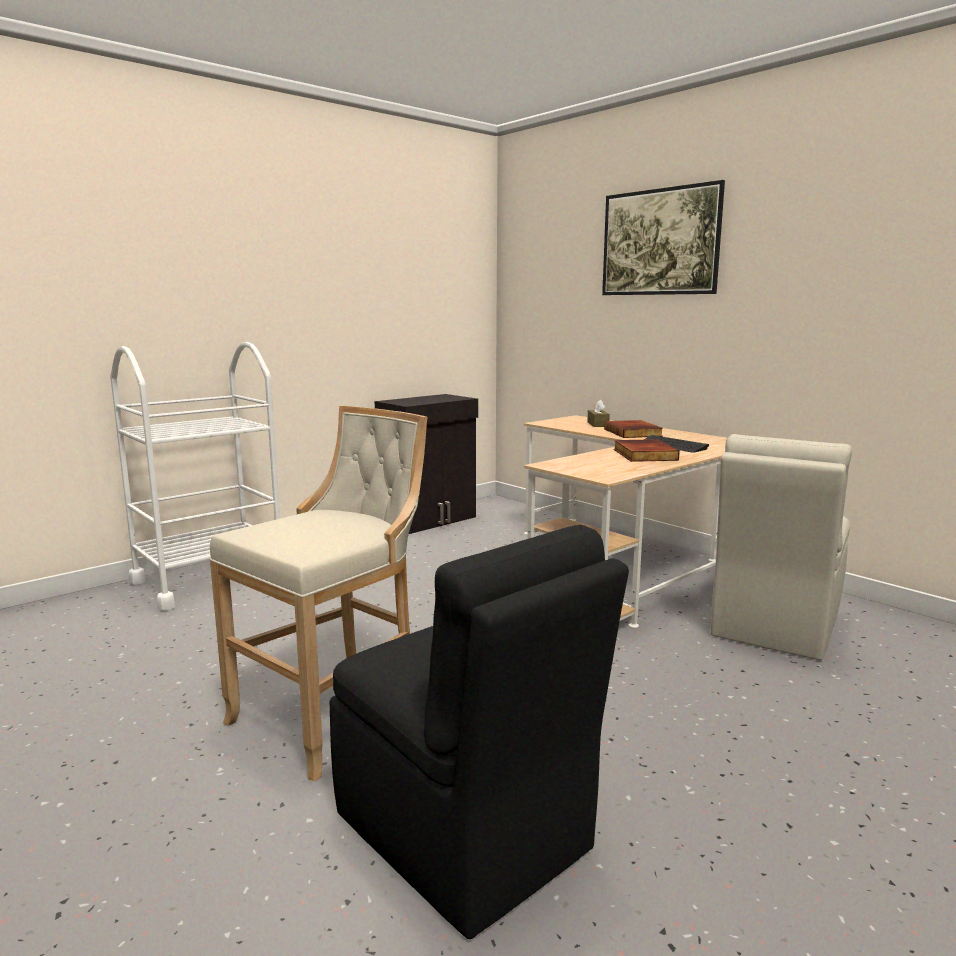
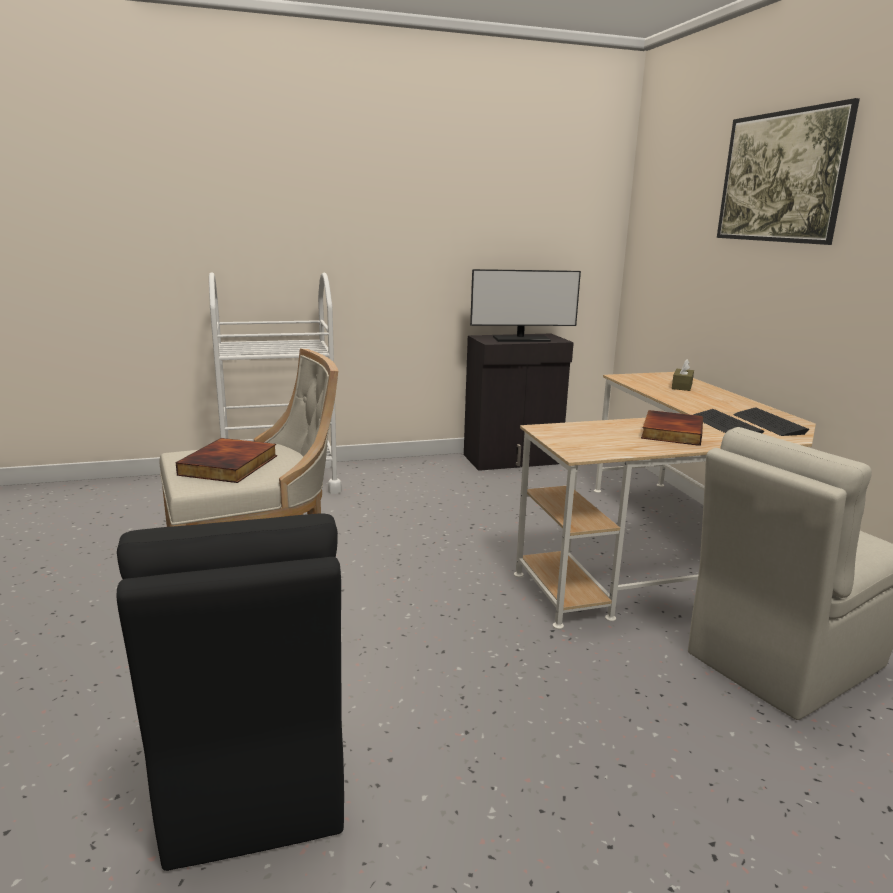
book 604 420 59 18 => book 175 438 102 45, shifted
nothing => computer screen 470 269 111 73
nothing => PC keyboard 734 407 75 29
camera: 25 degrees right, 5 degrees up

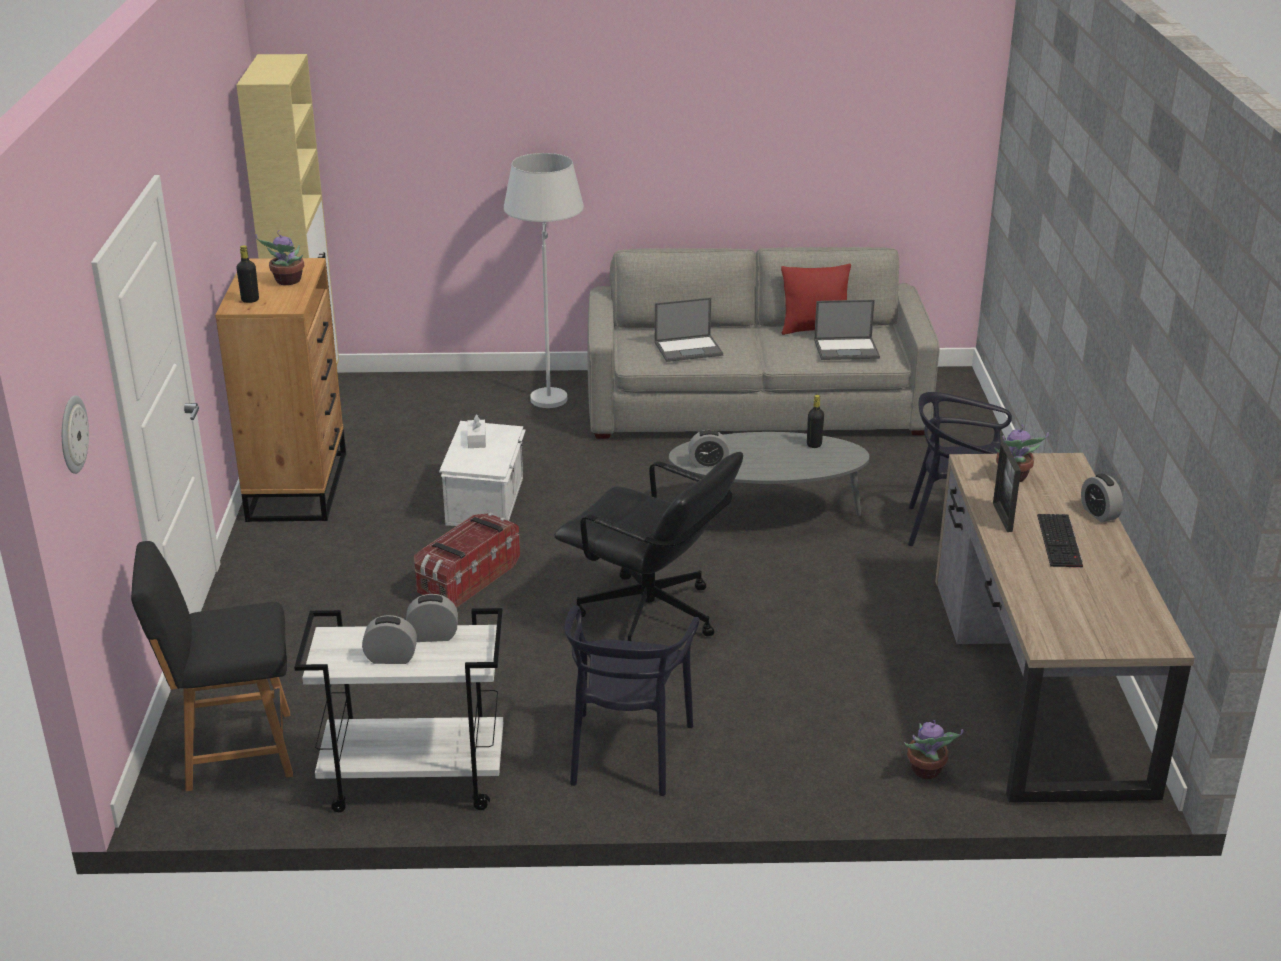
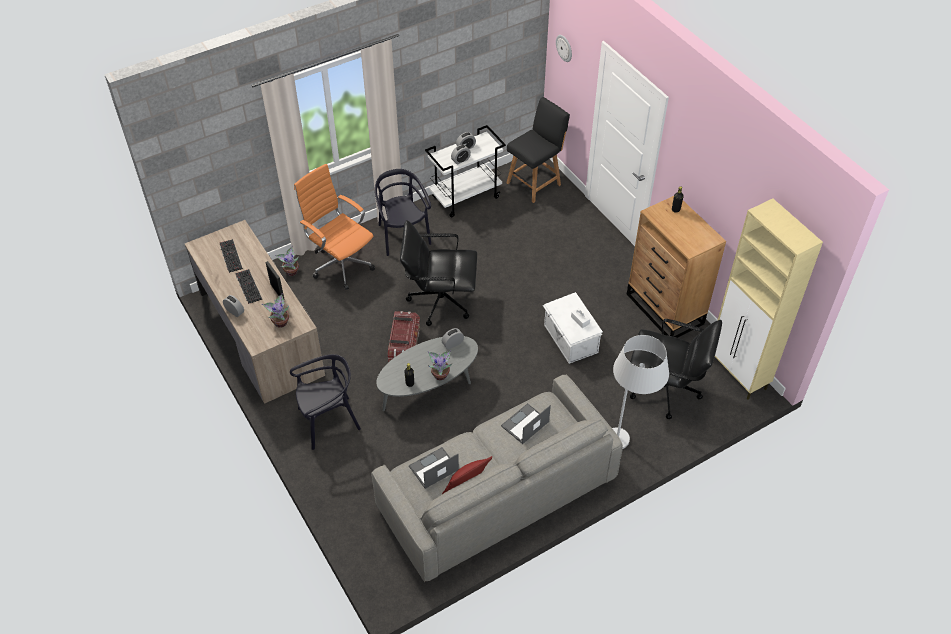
nothing => PC keyboard 220 239 23 34
nothing => orange desk chair 294 164 81 126
storage container 414 513 106 95 => storage container 388 311 32 52, shifted
houseplant 255 230 49 55 => houseplant 428 350 24 30, shifted
nothing => black desk chair 630 319 92 100
camera: 150 degrees right, 20 degrees up

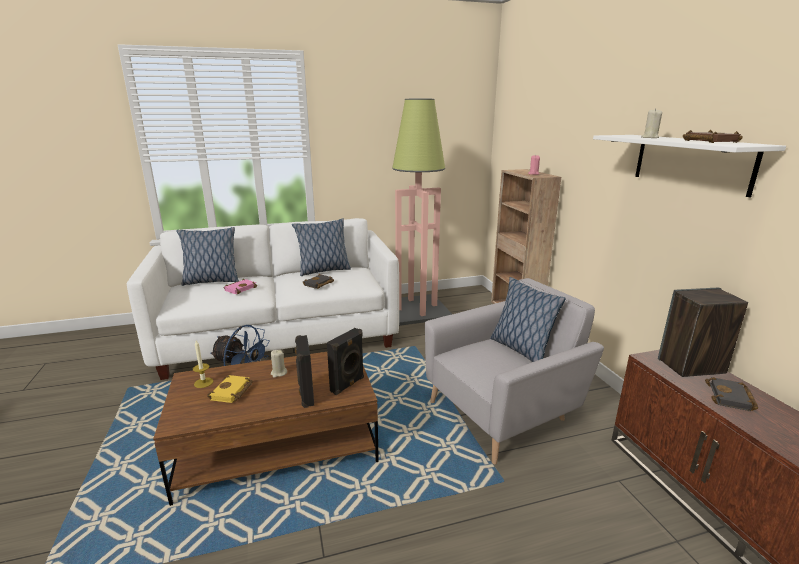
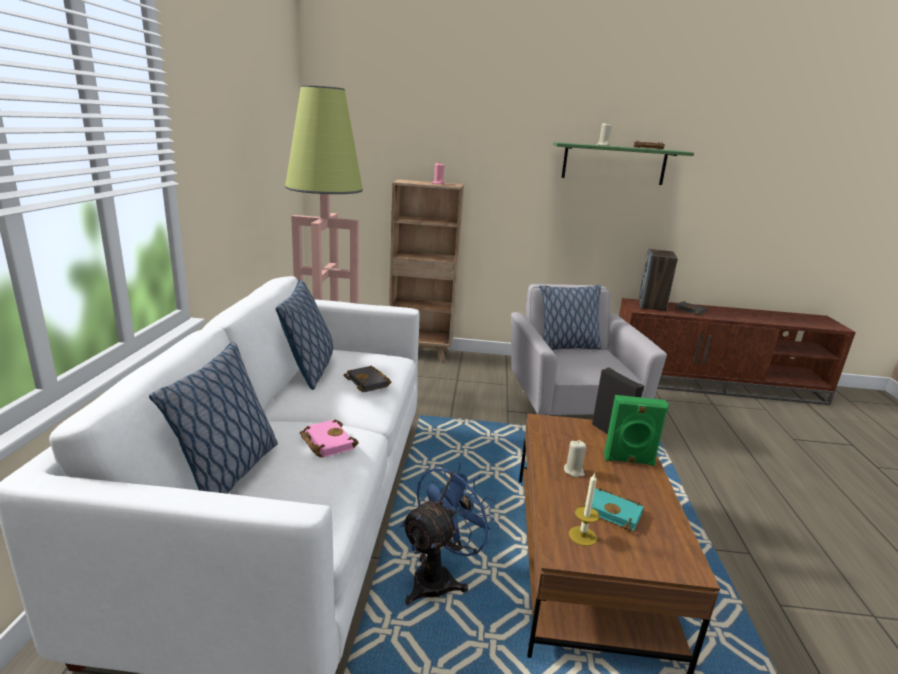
white shelf 593 135 193 62 => green shelf 553 142 141 43
yellowish book 207 375 46 28 => blue-green book 585 488 59 44
black loudspeaker 295 335 19 73 => green loudspeaker 604 395 65 71
camera: 70 degrees left, 0 degrees up

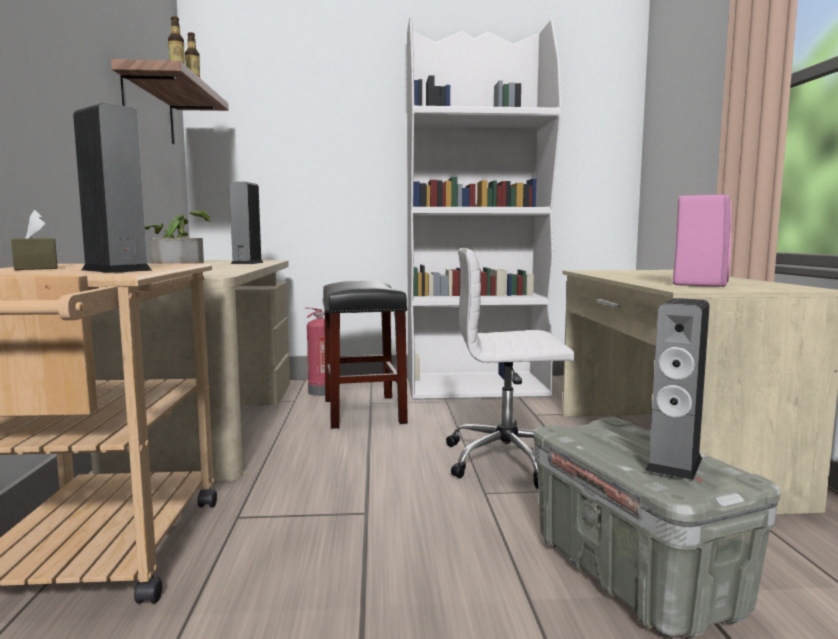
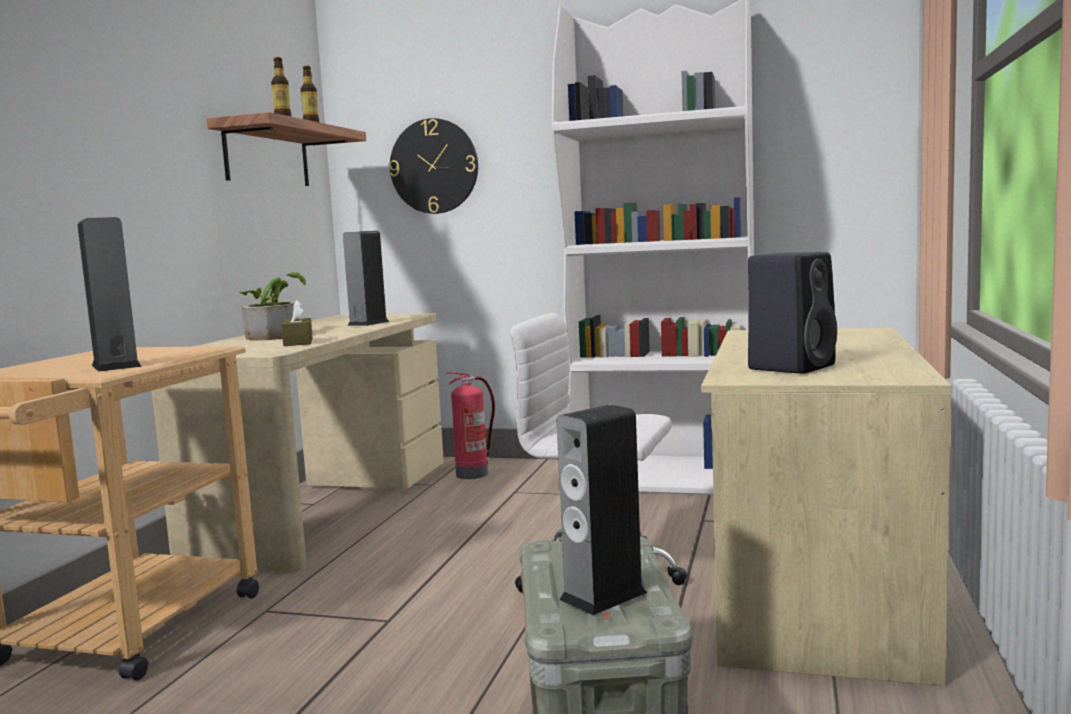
brownish tissue holder 11 210 47 60 => brownish tissue holder 281 300 32 46, shifted
nothing => hanging clock 389 118 89 96
pink loudspeaker 673 195 58 92 => black loudspeaker 748 252 89 122
black stool 322 281 86 148 => nothing
camera: 20 degrees right, 0 degrees up

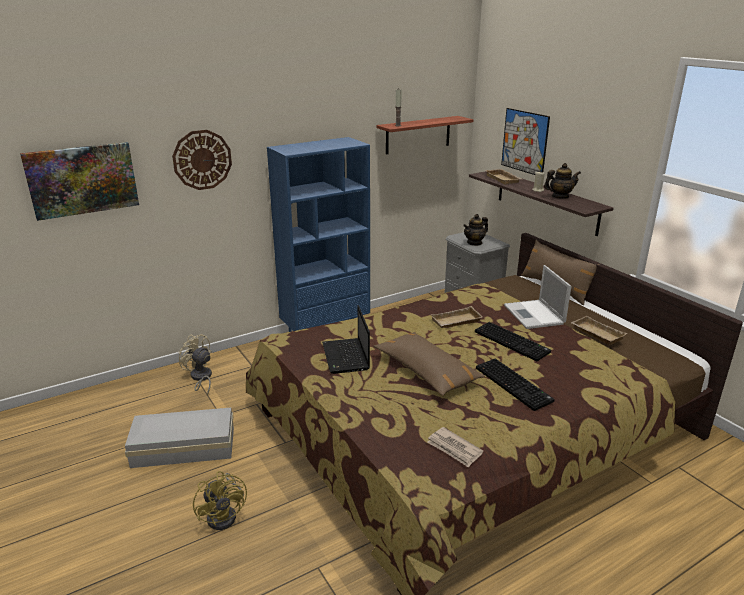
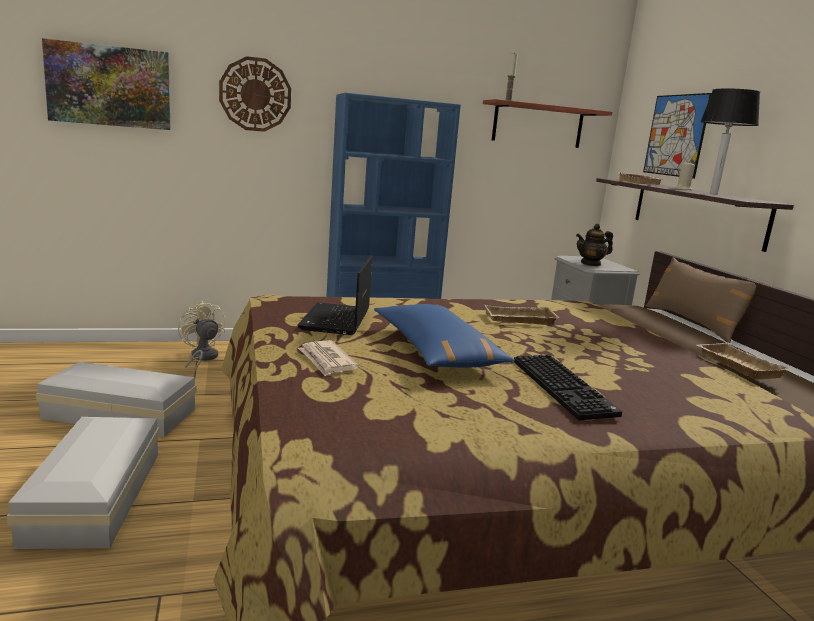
yellowish fan 193 471 54 59 => white storage container 7 417 152 132
daily paper 427 427 56 41 => daily paper 298 340 61 36, shifted
brownish cushion 373 332 112 64 => bluish cushion 374 304 141 64
tea pot 544 163 37 36 => lamp for a table 700 88 60 107
PC keyboard 475 322 76 39 => nothing
portable computer 504 265 67 64 => nothing
camera: 15 degrees right, 10 degrees down

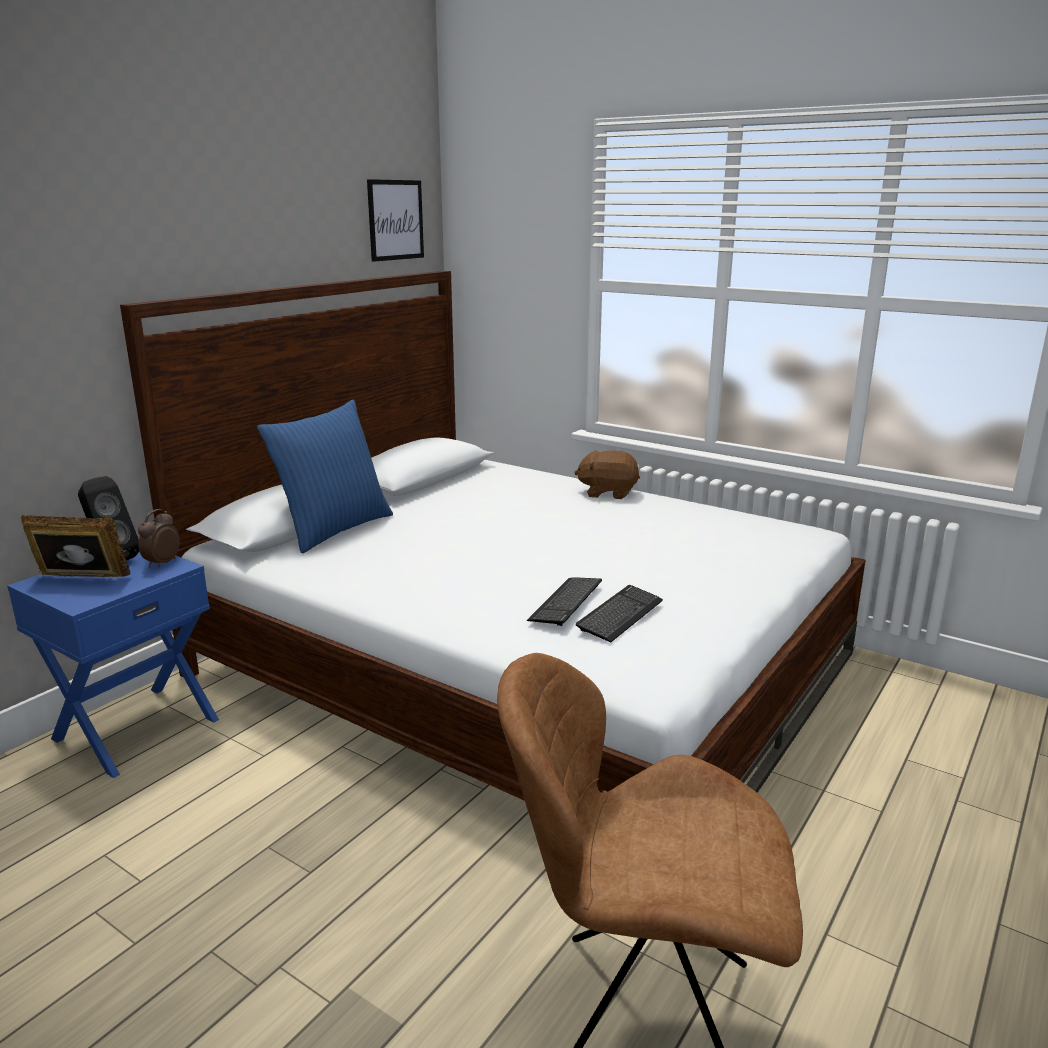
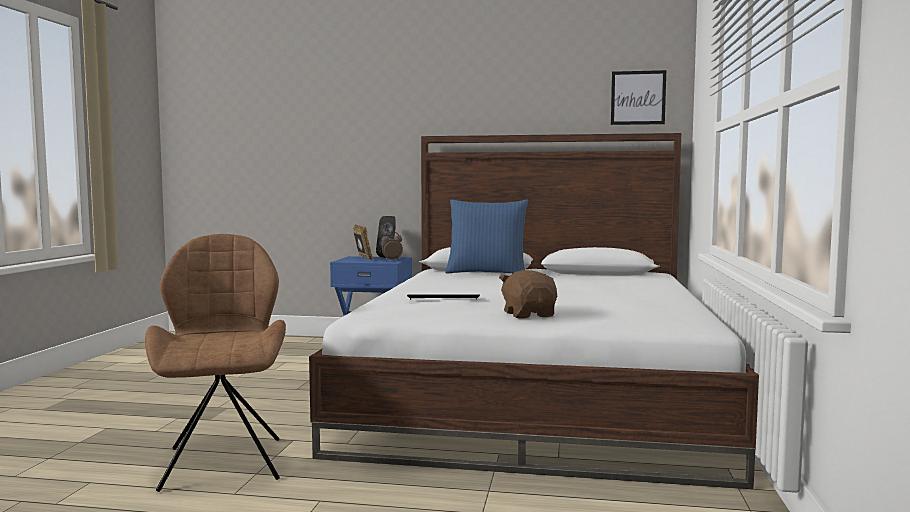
brownish cuddly toy 574 450 66 49 => brownish cuddly toy 499 270 58 49, shifted
PC keyboard 576 585 87 57 => nothing
camera: 65 degrees right, 15 degrees down

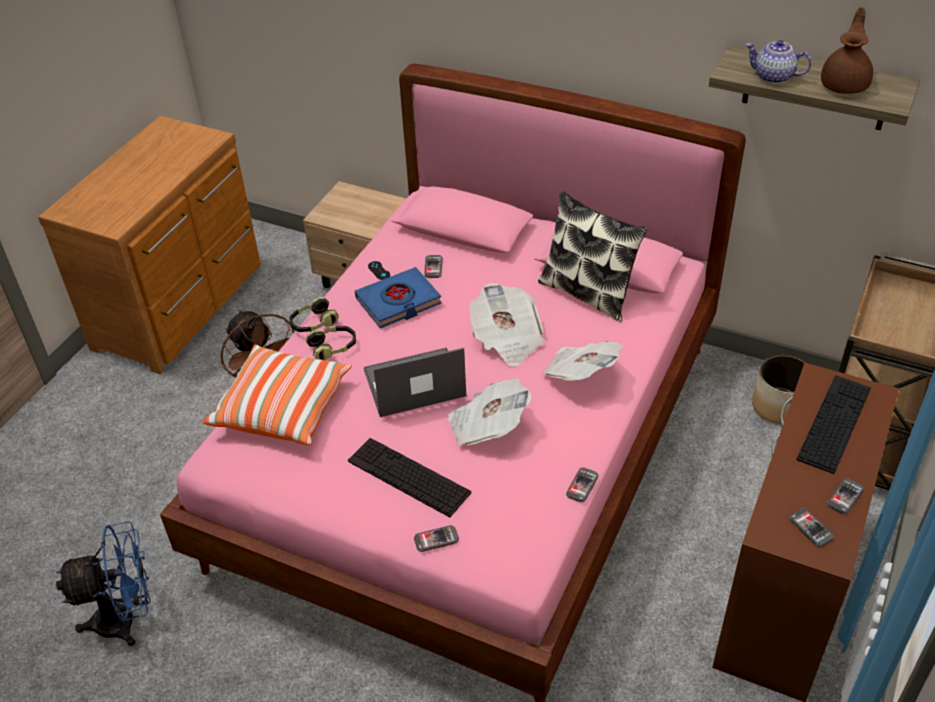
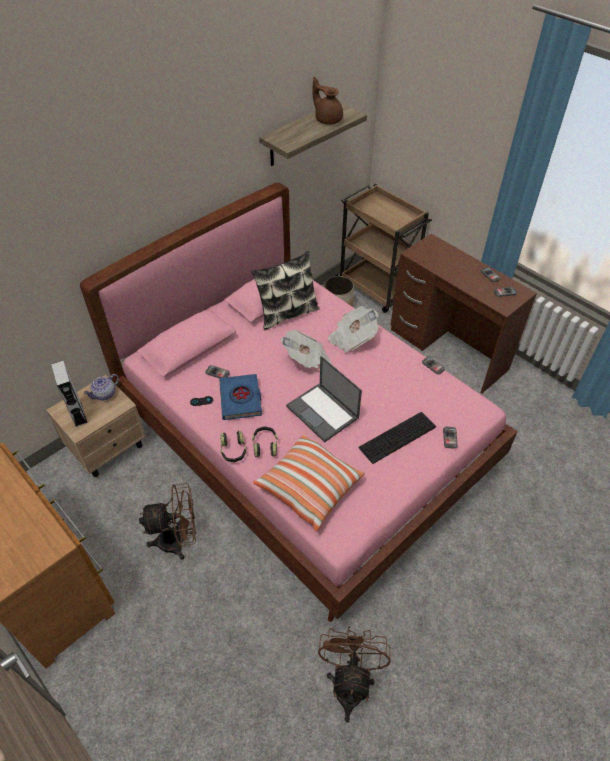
nothing => grey loudspeaker 51 361 37 66
tea pot 745 40 67 44 => tea pot 84 374 35 26, shifted
portable computer 364 347 102 70 => portable computer 286 356 76 86, 45 degrees counterclockwise
bluish fan 56 521 95 125 => brownish fan 318 627 72 96
daily paper 448 378 84 68 => nothing
PC keyboard 796 375 75 99 => nothing
camera: 70 degrees left, 5 degrees up

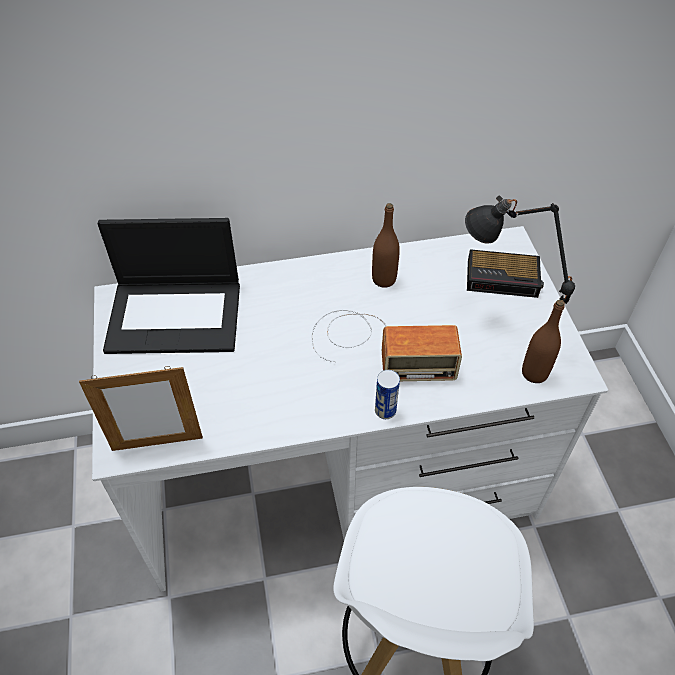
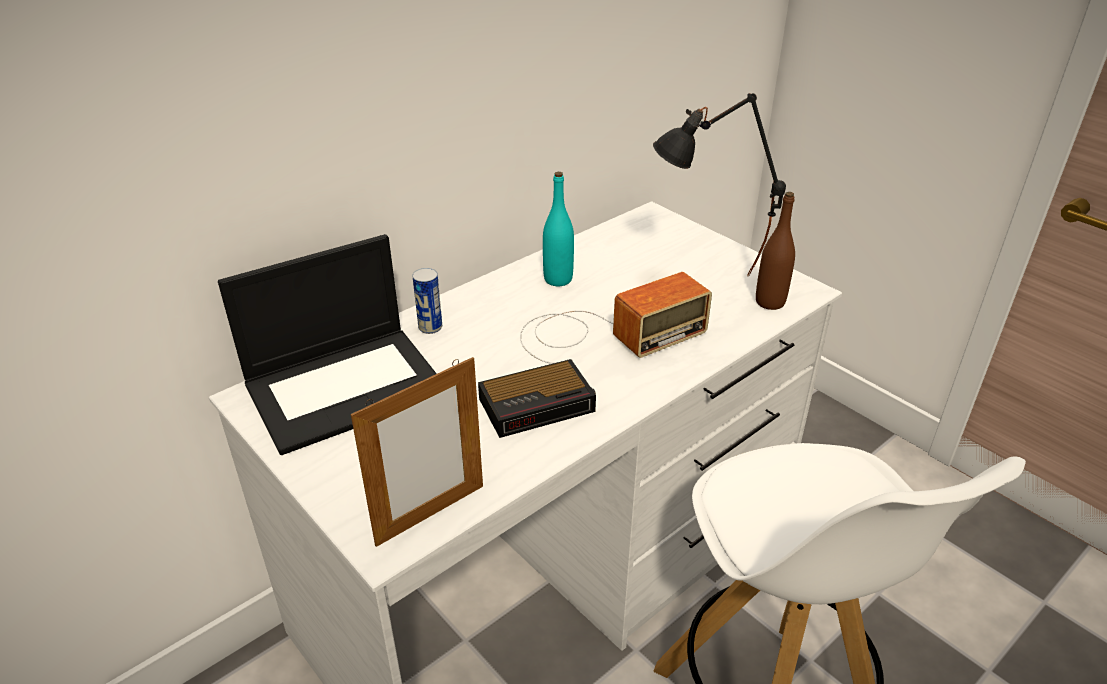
can 375 370 25 49 => can 412 268 30 66, shifted
alarm clock 467 249 77 49 => alarm clock 478 359 118 79, shifted
brownish beverage bottle 372 203 28 85 => blue-green beverage bottle 543 172 31 114
camera: 30 degrees left, 15 degrees down

